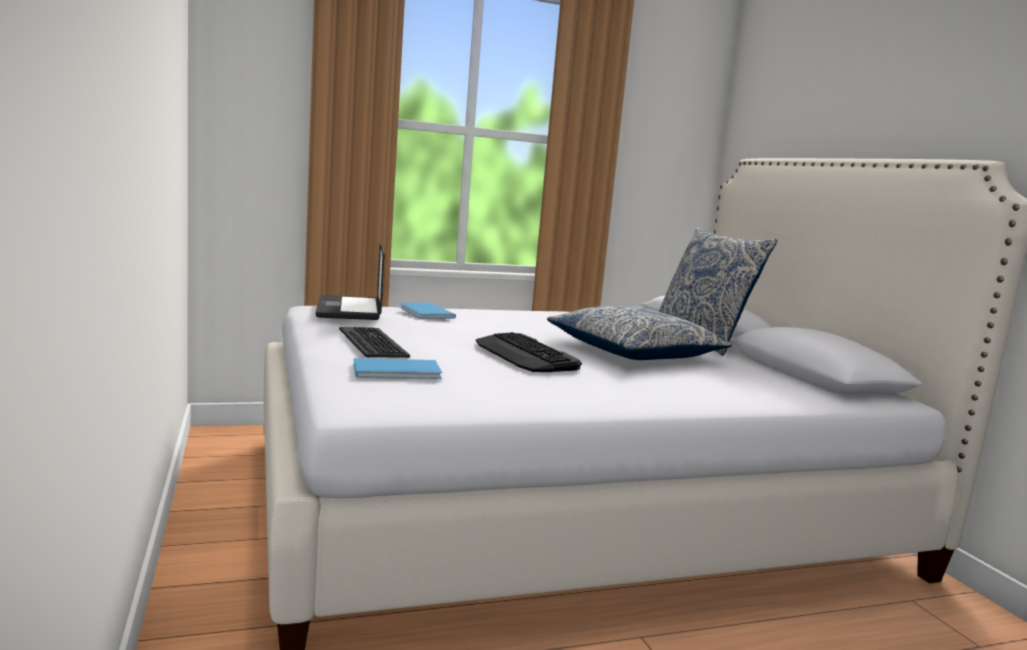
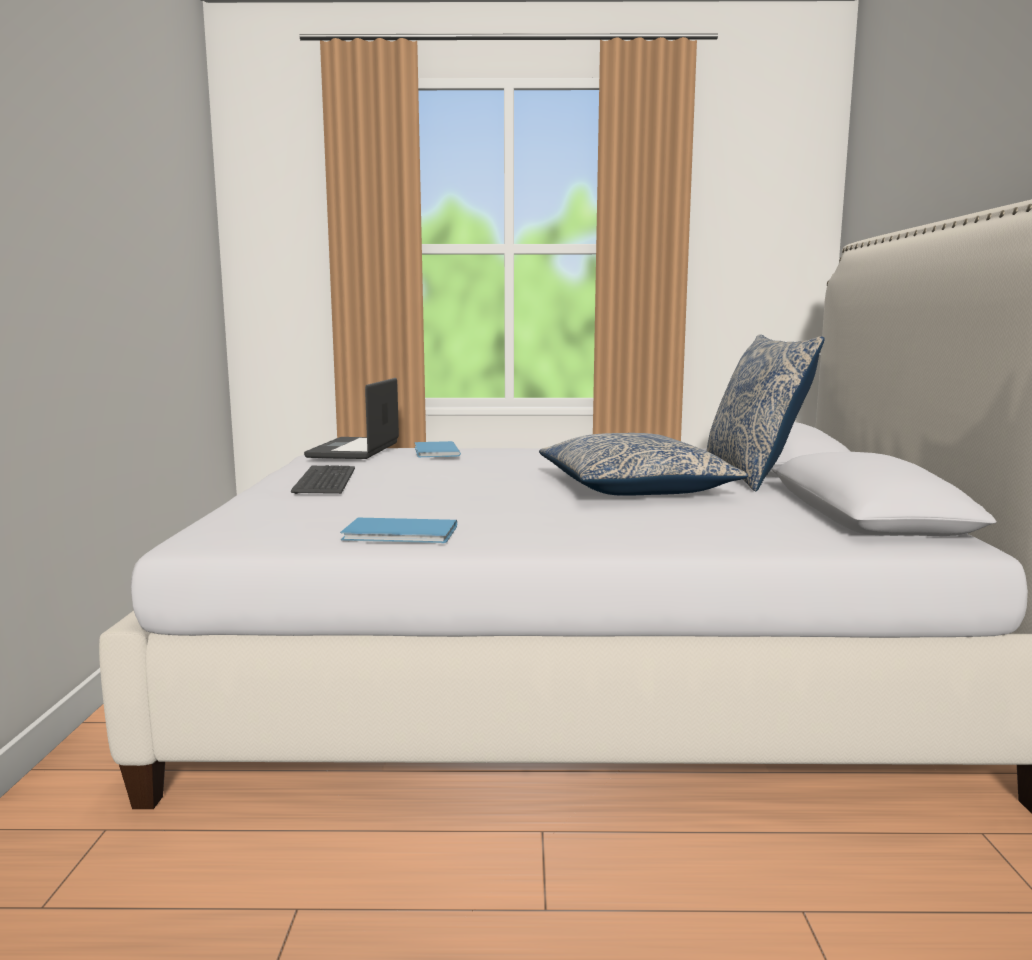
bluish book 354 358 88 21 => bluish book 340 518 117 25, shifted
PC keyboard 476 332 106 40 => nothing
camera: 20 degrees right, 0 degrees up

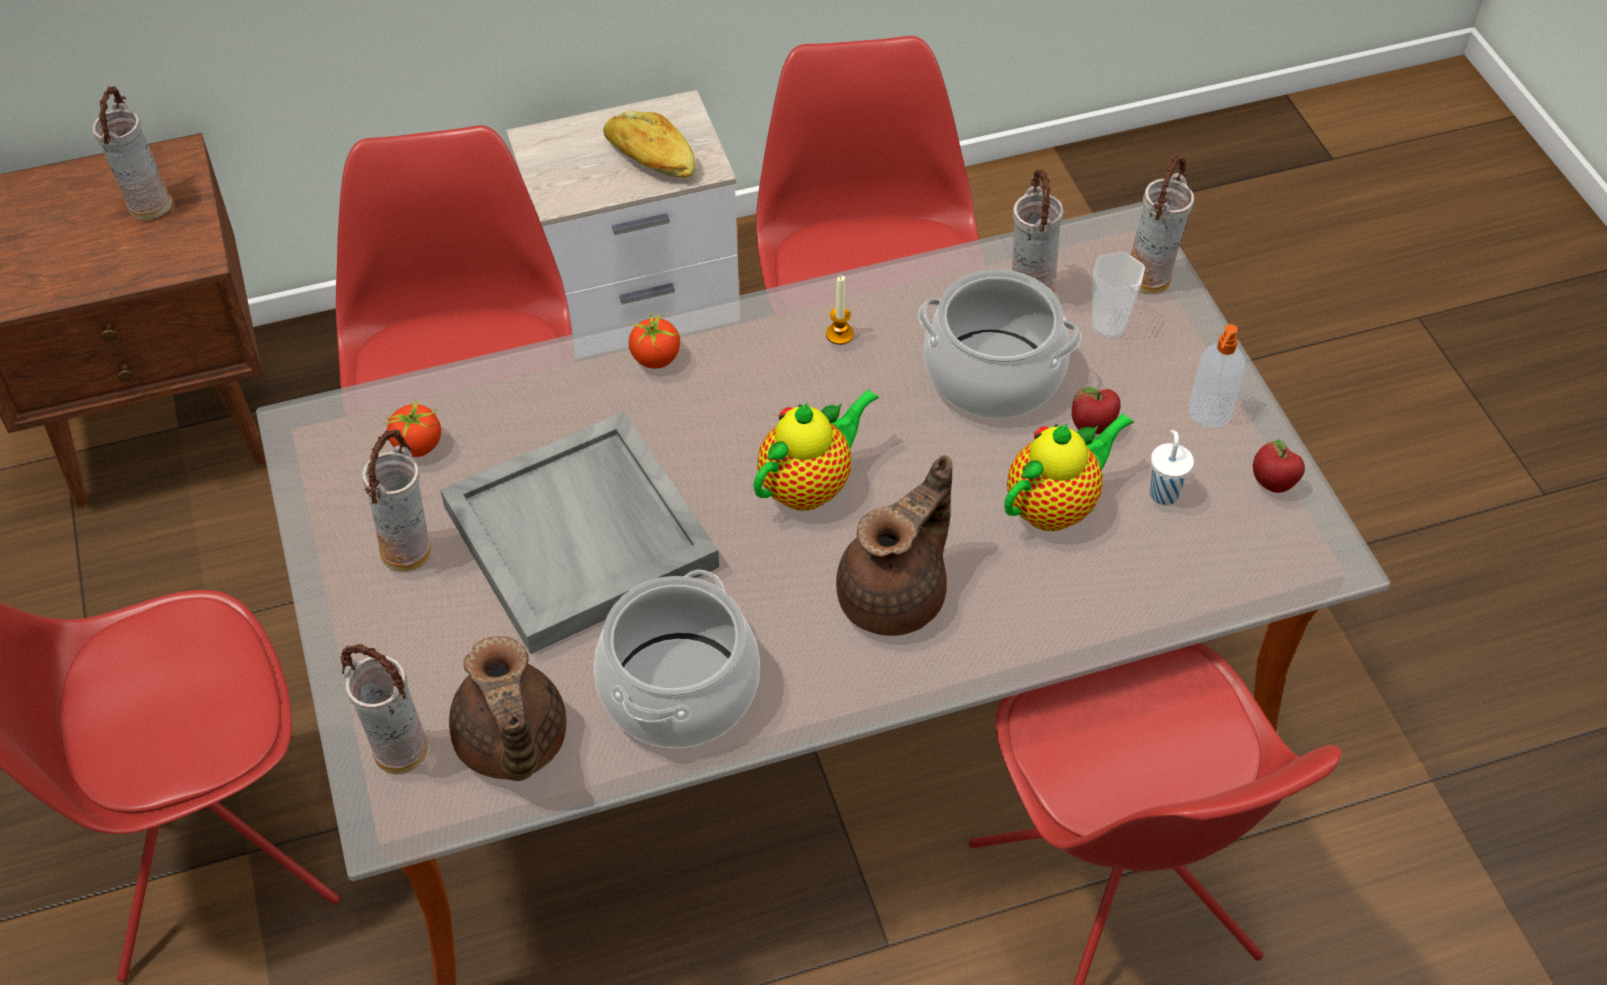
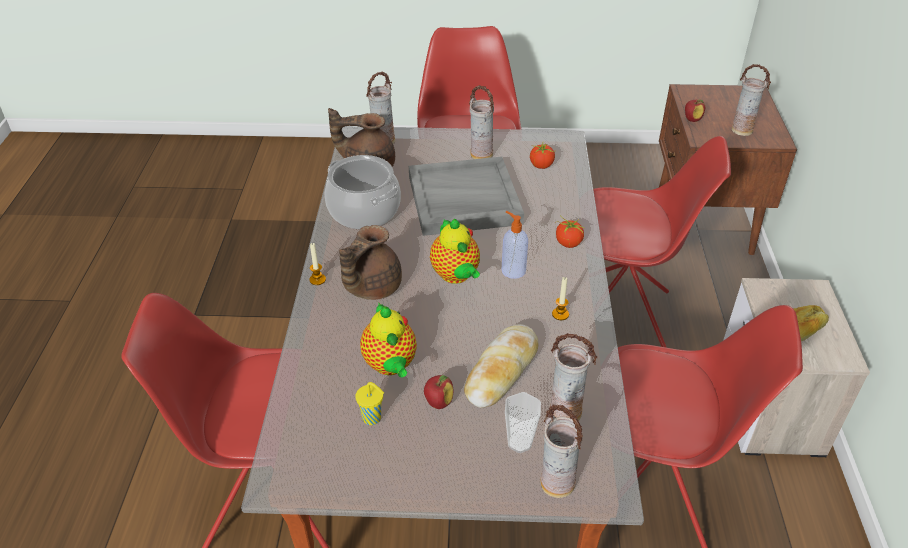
nothing => wax light 309 243 17 42
brownish tea pot 836 455 117 181 => brownish tea pot 339 225 63 75, 60 degrees clockwise
white cup 1150 430 44 75 => yellowish cup 355 382 29 43
stockpot 918 269 164 150 => bread 464 324 74 84
soap dispenser 1189 324 56 104 => soap dispenser 502 211 26 68, shifted
apple 1253 440 52 53 => apple 685 99 20 23, shifted
camera: 110 degrees right, 10 degrees down

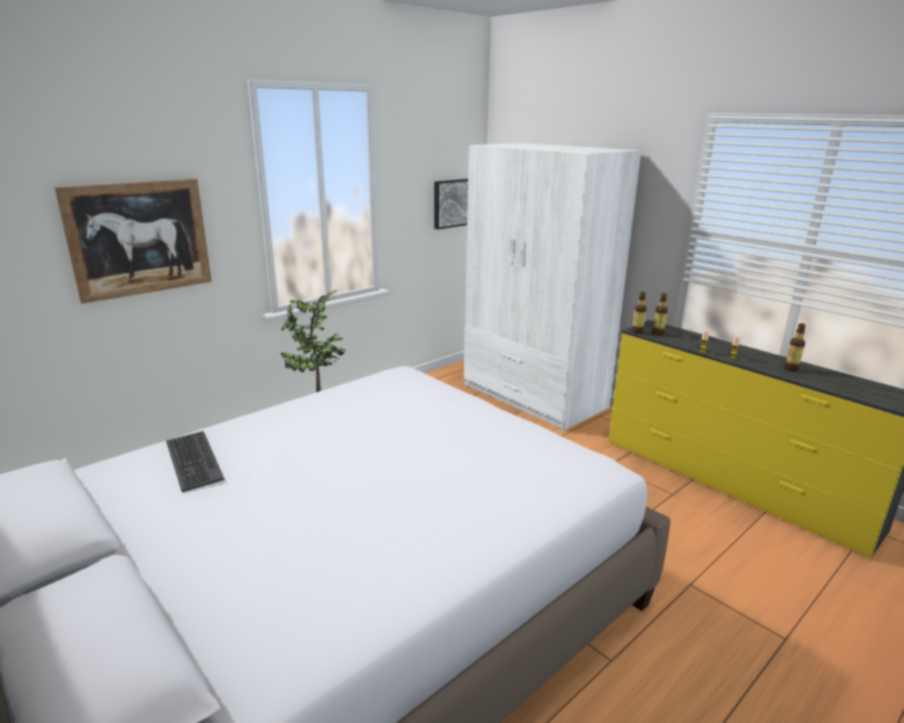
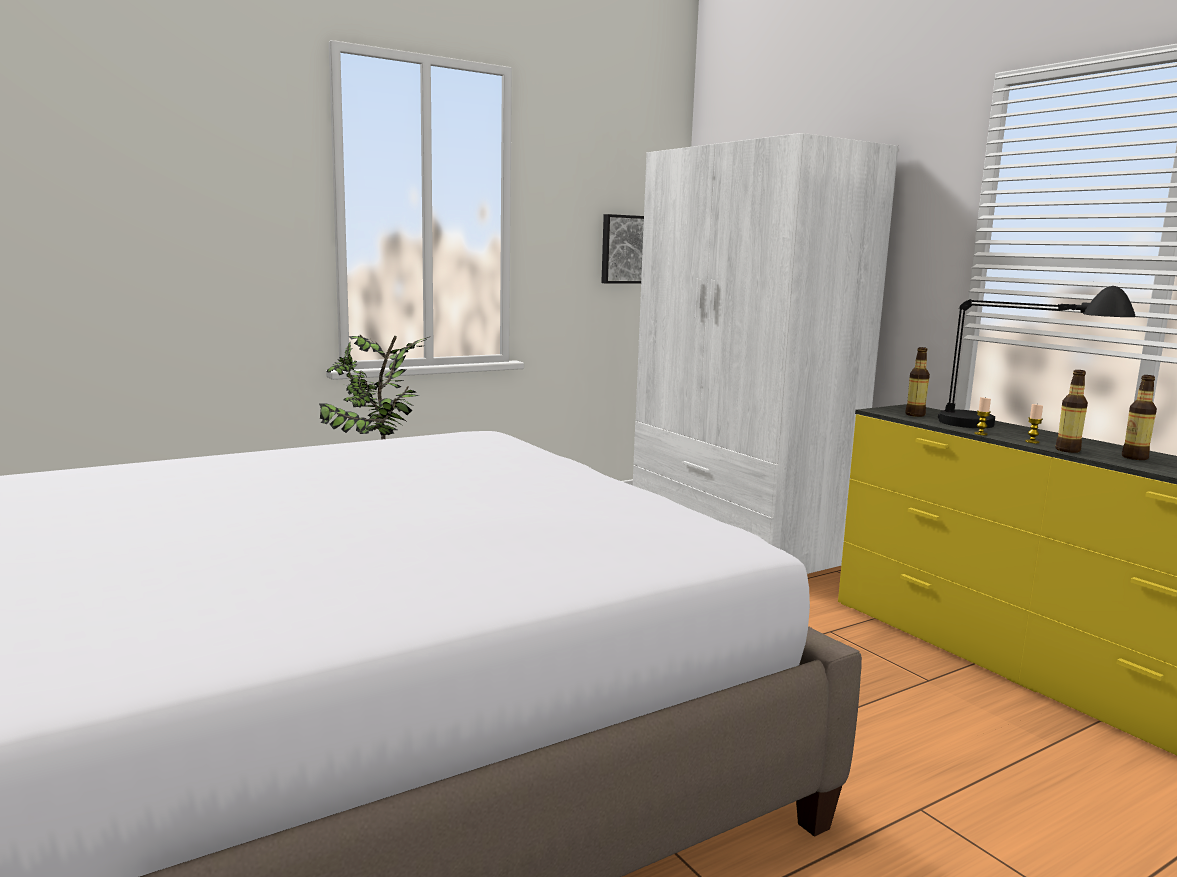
nothing => black lamp for a table 938 286 198 142
beverage bottle 632 292 15 42 => beverage bottle 1055 370 33 83, shifted
wall picture 54 178 158 126 => nothing
PC keyboard 166 431 58 61 => nothing
camera: 10 degrees right, 10 degrees down

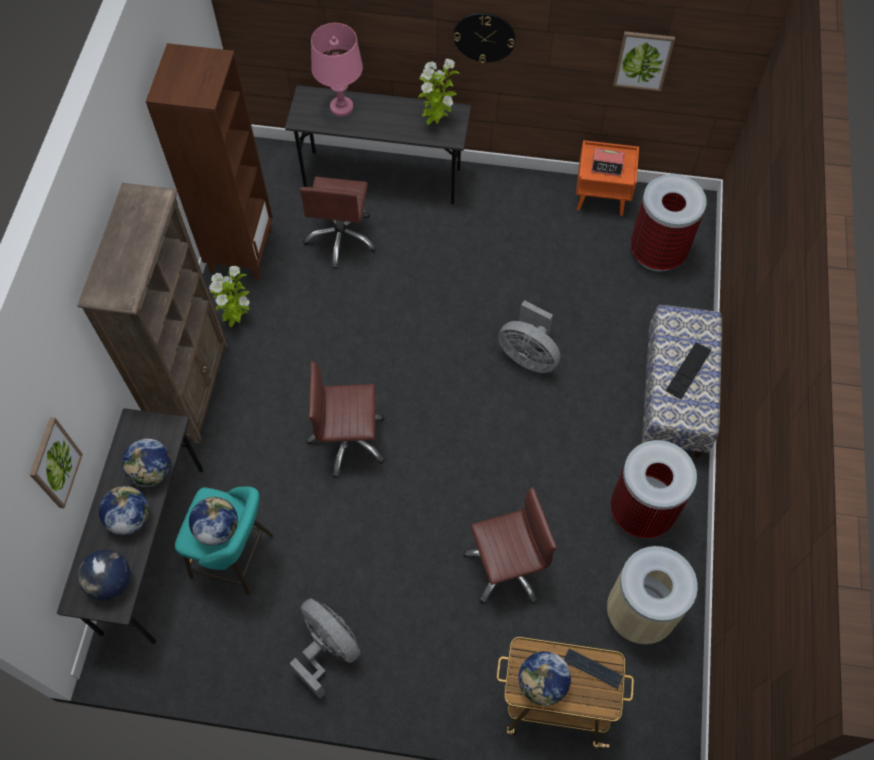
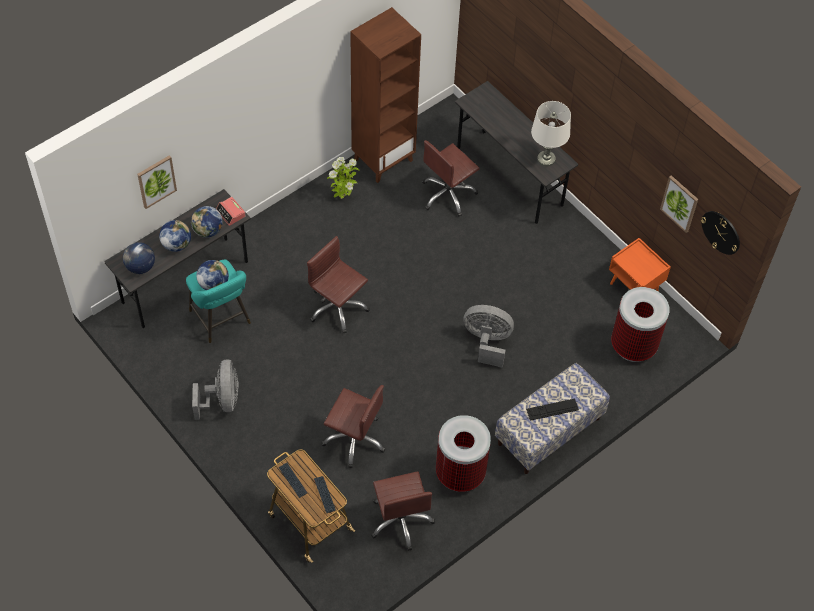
alarm clock 591 148 34 29 => alarm clock 216 197 29 29, shifted
globe 518 651 53 55 => PC keyboard 279 463 28 35
beige-coloured trash can 607 546 91 98 => brownish desk chair 371 471 64 80
grey fan 498 300 62 73 => grey fan 463 305 51 63, 120 degrees clockwise
houseplant 418 59 42 66 => white lamp for a table 531 101 40 66
hanging clock 453 13 63 50 => hanging clock 701 211 39 44, shifted
brownish shelving unit 78 183 150 261 => nothing
pink lamp for a table 311 23 52 93 => nothing
camera: 40 degrees right, 5 degrees down

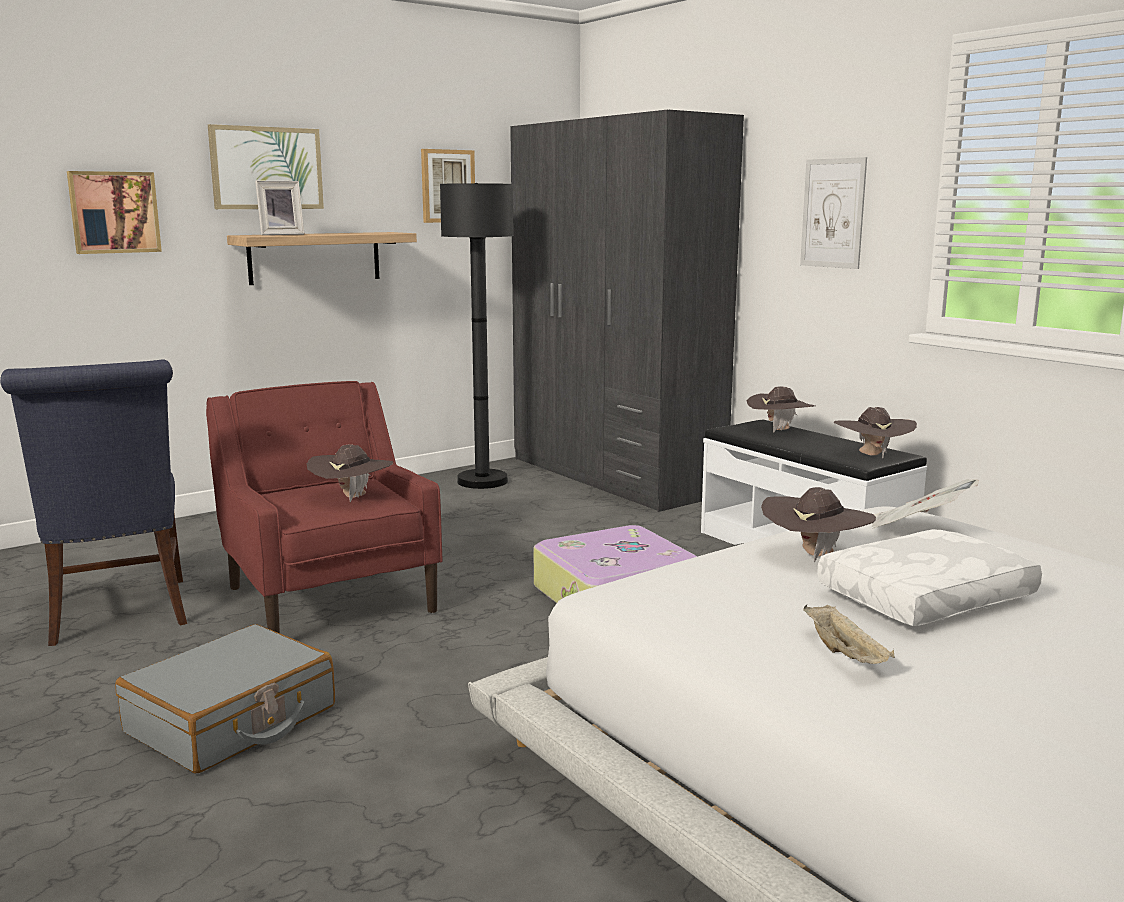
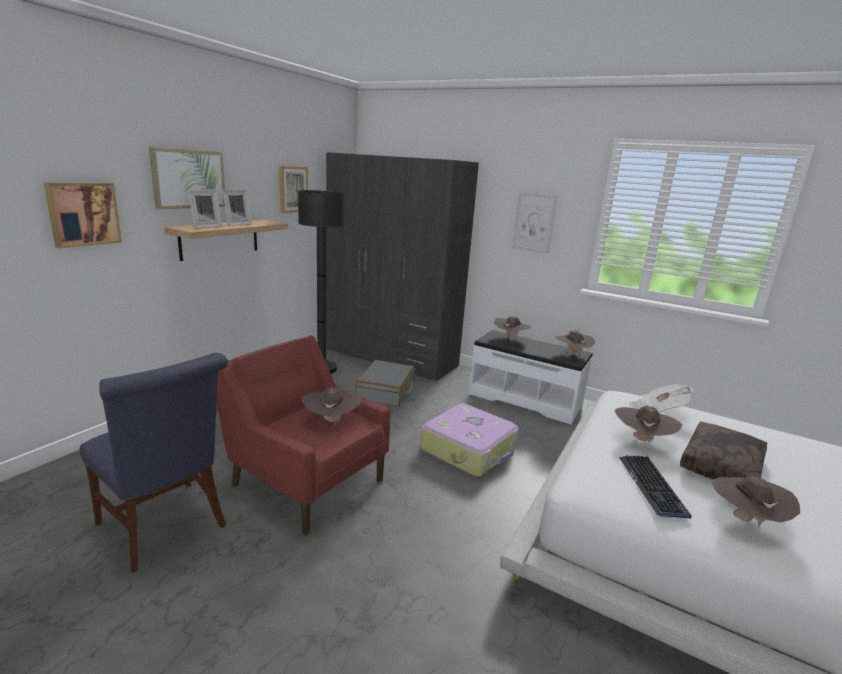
nothing => standing frame 222 190 30 36
grey travel case 115 624 220 150 => grey travel case 356 360 59 46, shifted
nothing => PC keyboard 619 456 73 63
white cushion 817 529 225 97 => brownish cushion 680 421 87 58
beige-coloured tray 803 605 92 59 => brownish clothing hat 712 476 88 52
camera: 25 degrees left, 5 degrees up

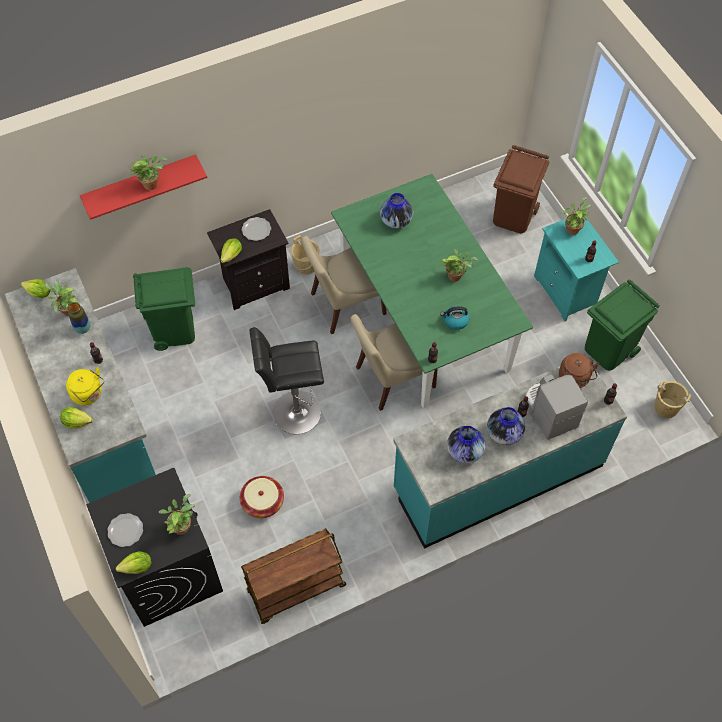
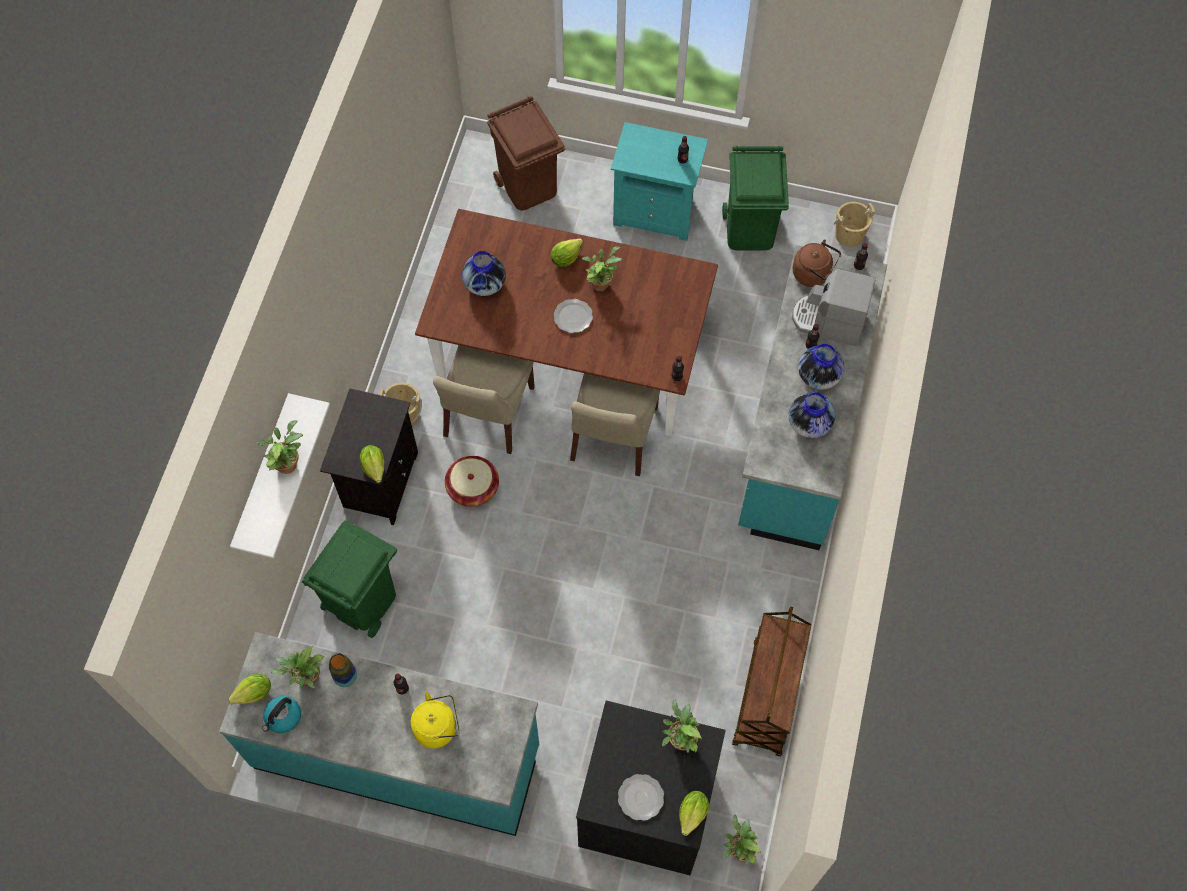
reddish shelf 80 154 127 66 => white shelf 230 393 100 165
kettle 440 306 29 24 => kettle 262 696 39 37, shifted
green dinner table 331 174 202 235 => brownish dinner table 415 209 303 227
storage basket 240 476 44 42 => storage basket 445 456 54 51, shifted
head of lettuce 60 407 33 22 => head of lettuce 551 238 32 29, shifted
flat dish 242 217 29 24 => flat dish 554 299 39 34, shifted
houseplant 560 197 32 38 => houseplant 723 815 38 49, shifted
black stool 249 327 75 107 => nothing
camera: 50 degrees left, 5 degrees up

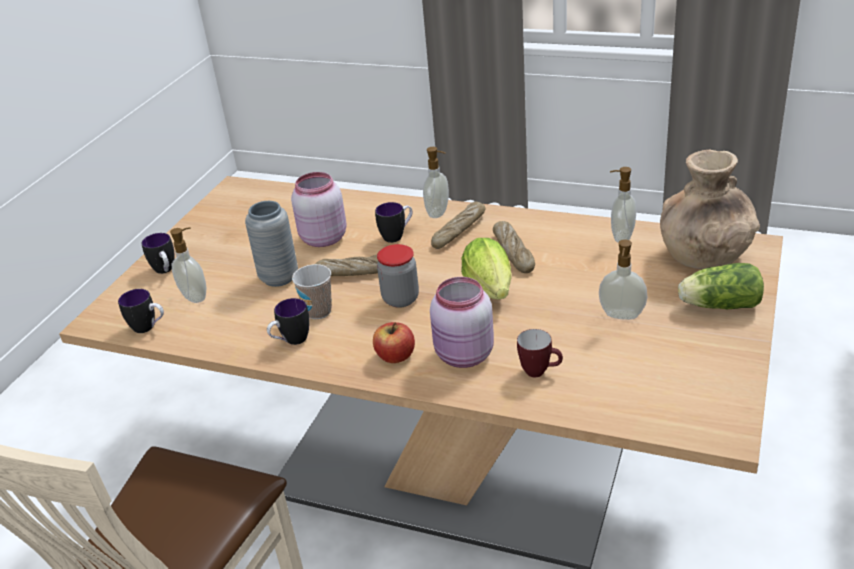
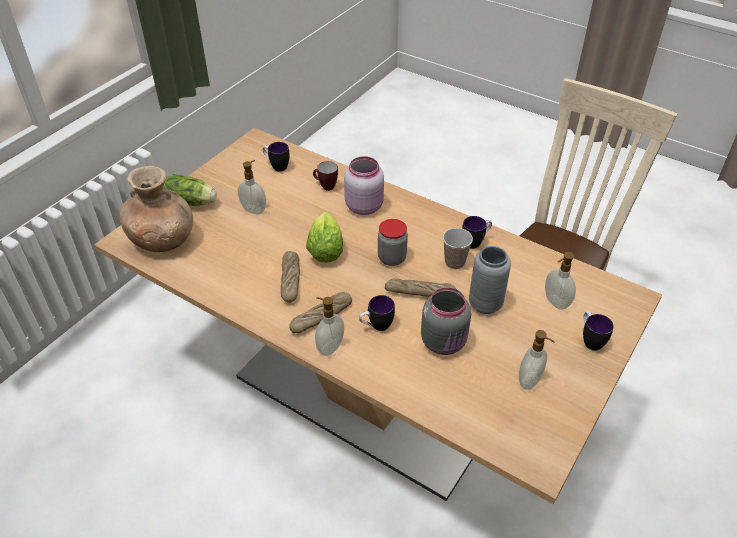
coffee mug 118 289 46 44 => coffee mug 263 142 27 30, shifted
pink storage jar 291 172 56 75 => grey storage jar 421 287 50 68
soap dispenser 610 167 27 75 => soap dispenser 519 330 36 60, shifted
apple 373 322 42 41 => nothing
camera: 170 degrees left, 10 degrees up

